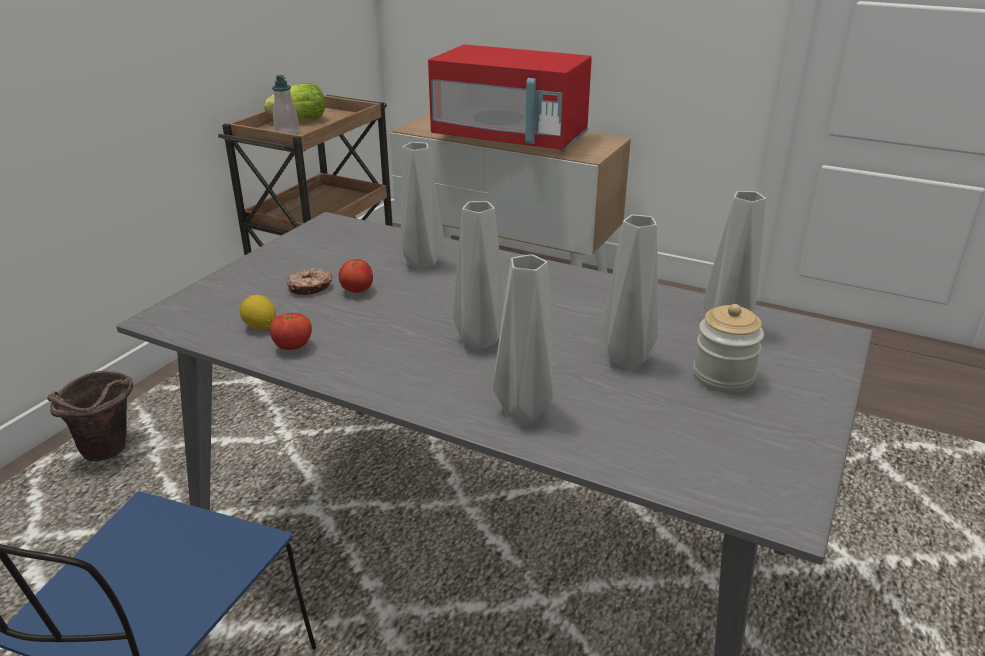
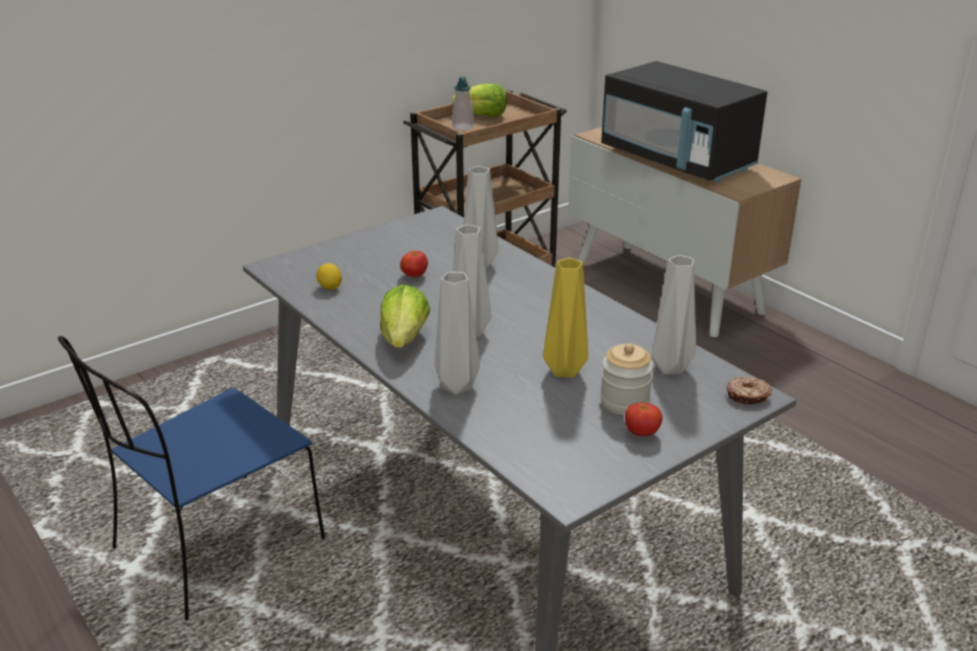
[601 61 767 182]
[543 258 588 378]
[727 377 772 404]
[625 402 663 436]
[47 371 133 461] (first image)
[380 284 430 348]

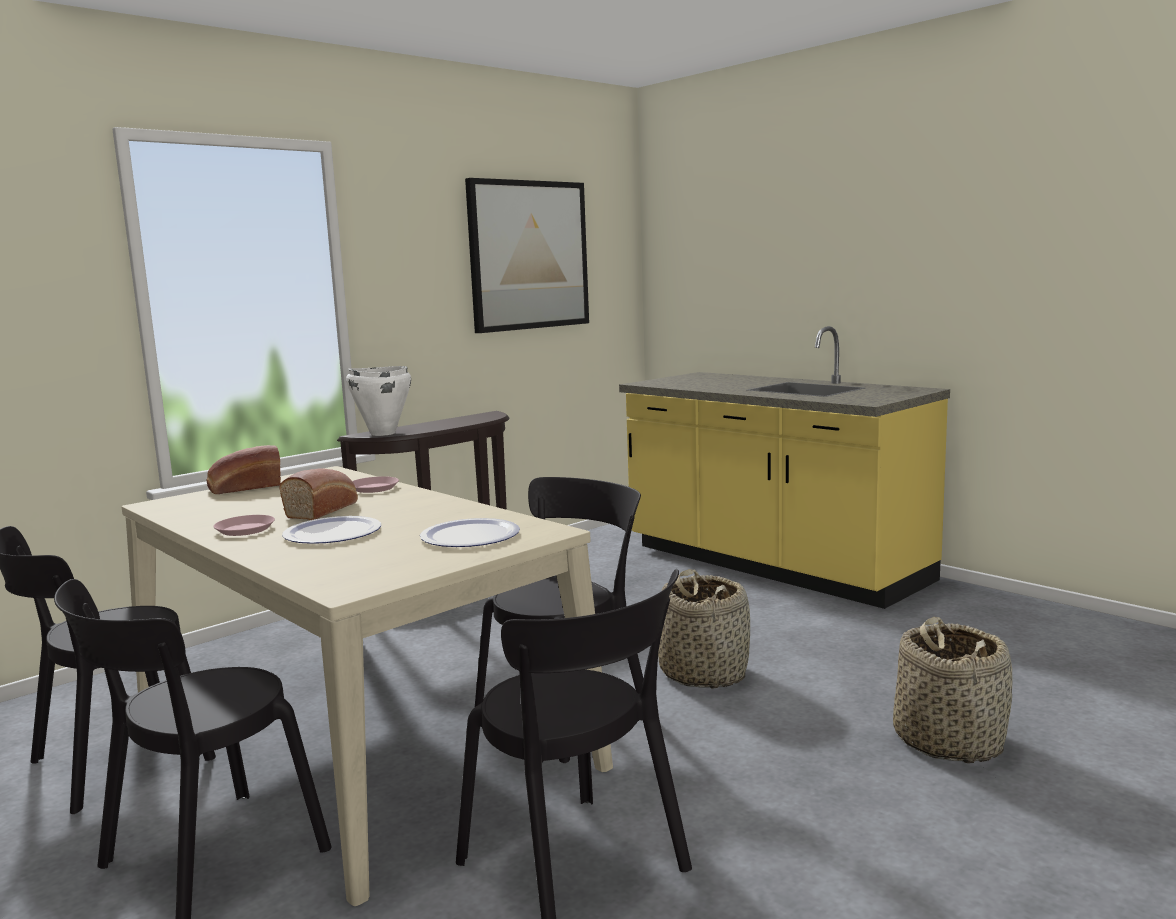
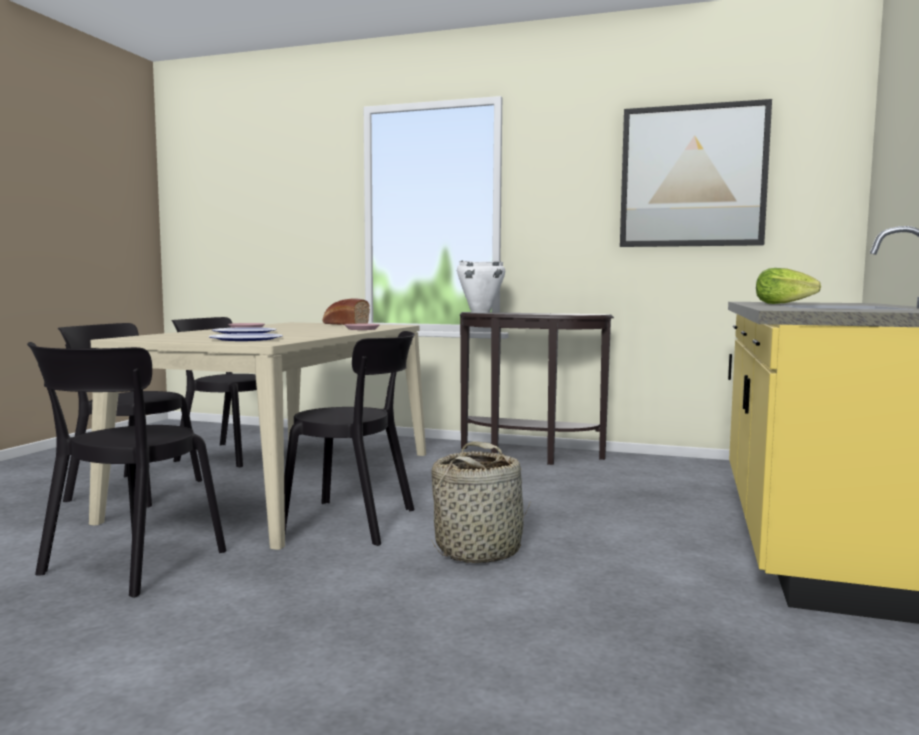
[279 468 358 520] (first image)
[893 616 1013 763] (first image)
[756 268 821 304]

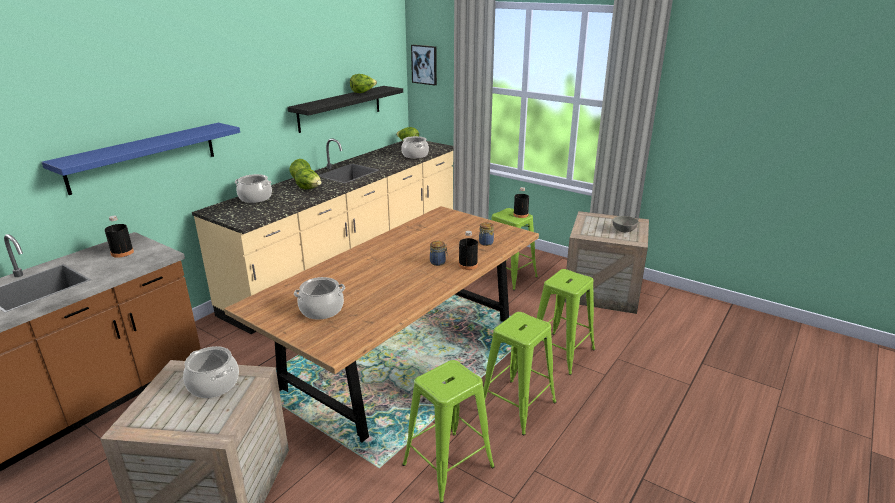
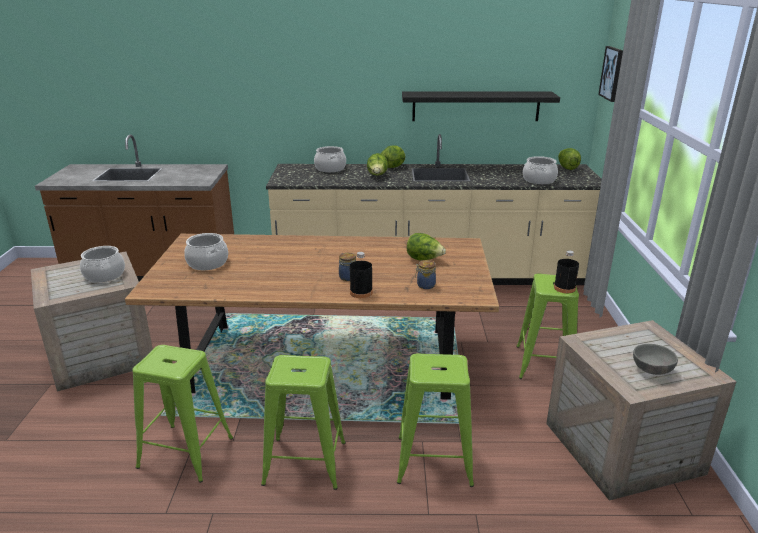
[407 233 446 260]
[42 123 240 195] (first image)
[104 216 134 258] (first image)

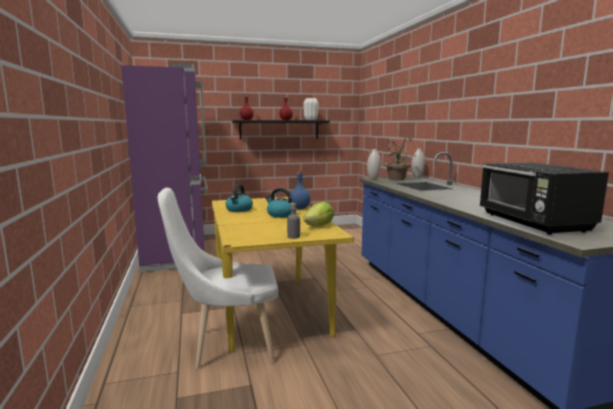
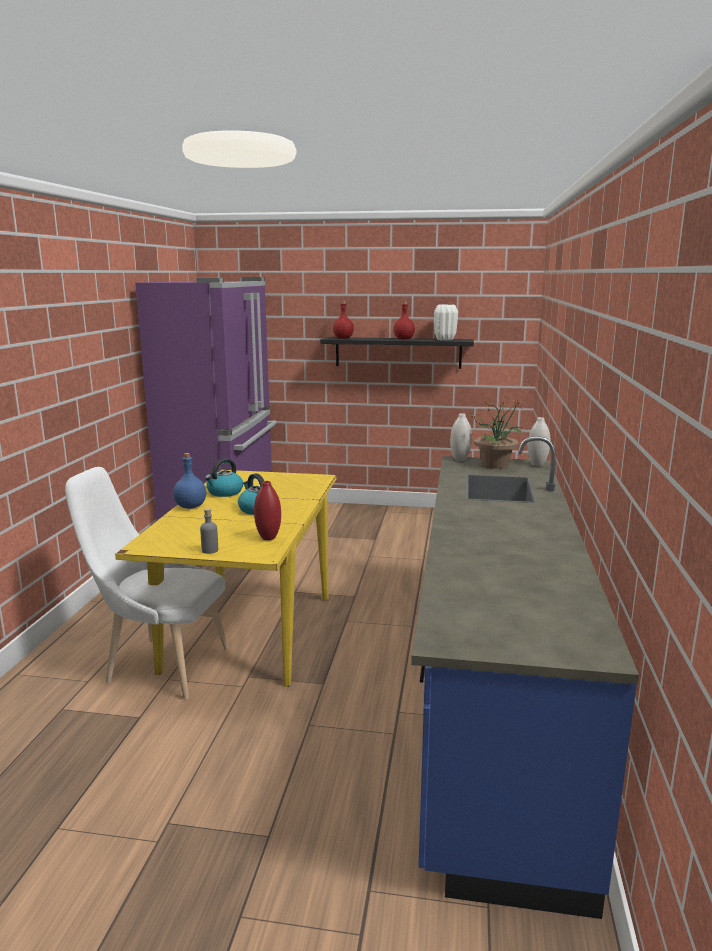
[479 162 609 235] (first image)
[173 453 206 509]
[254 481 281 540]

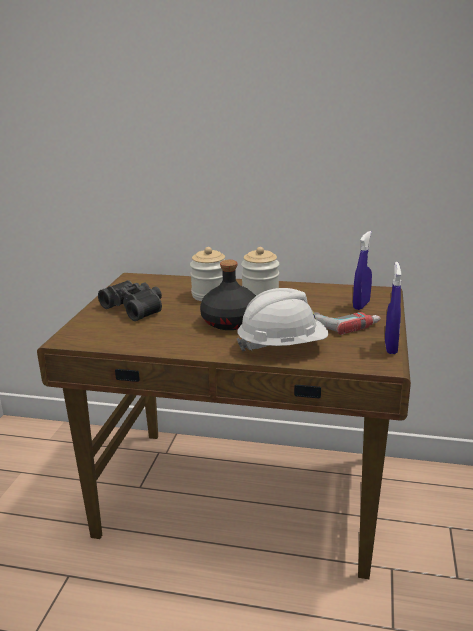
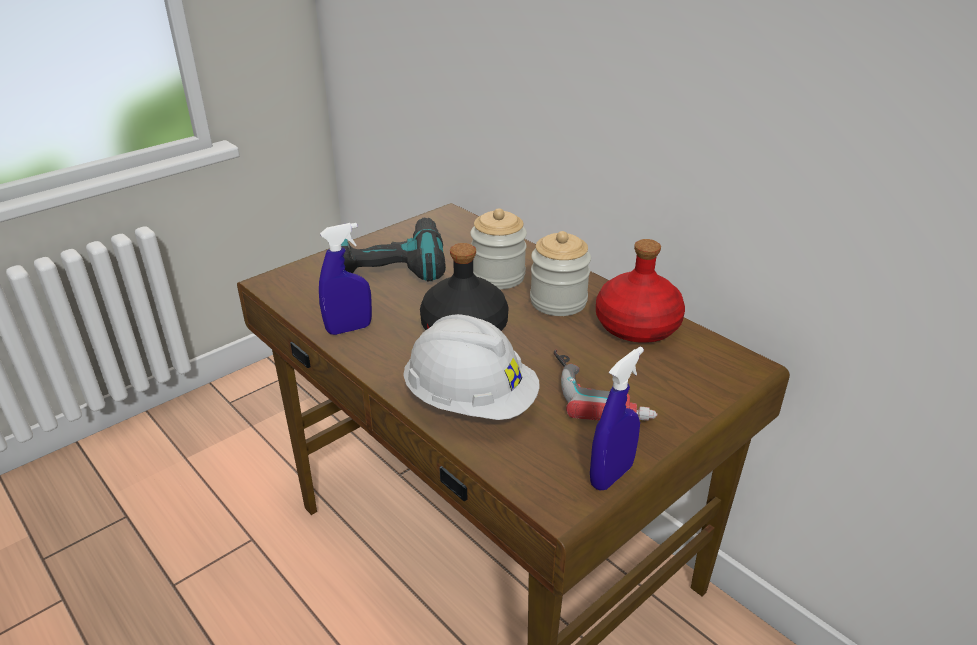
[319 223 372 335]
[341 217 446 282]
[596 239 685 343]

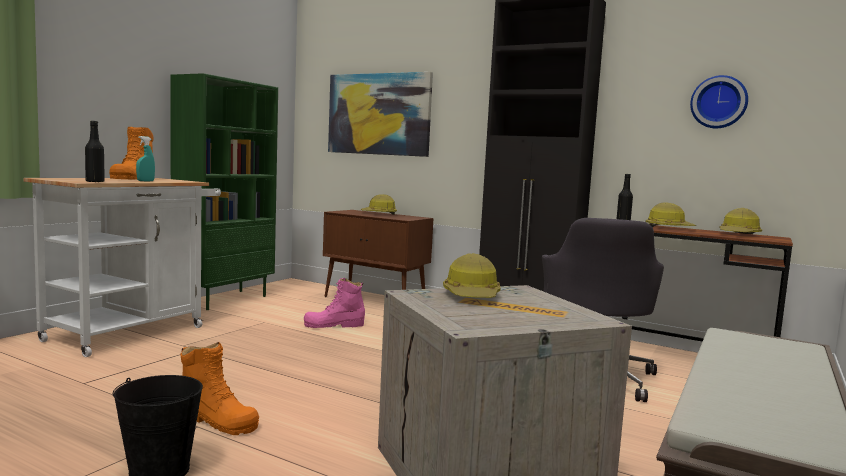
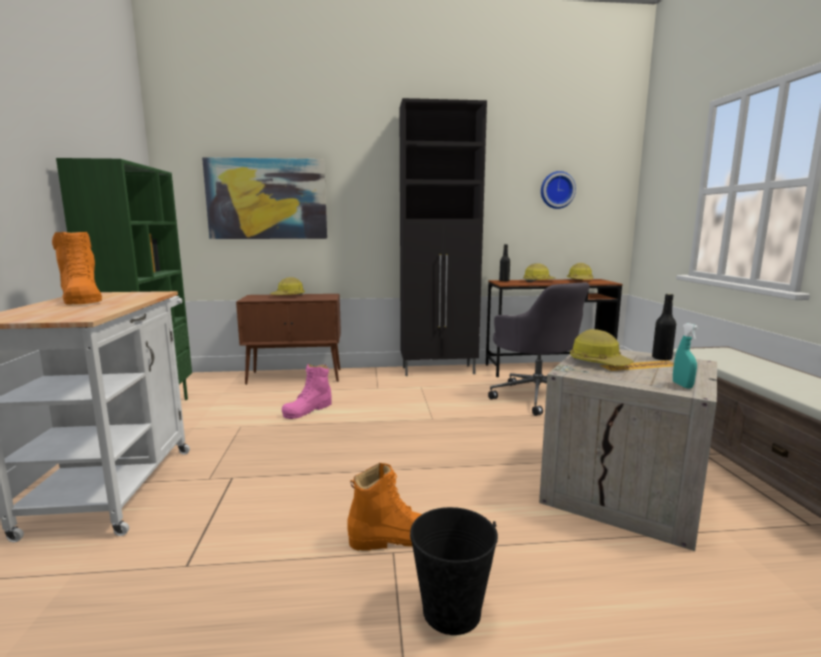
[652 294 676 360]
[673 323 699 388]

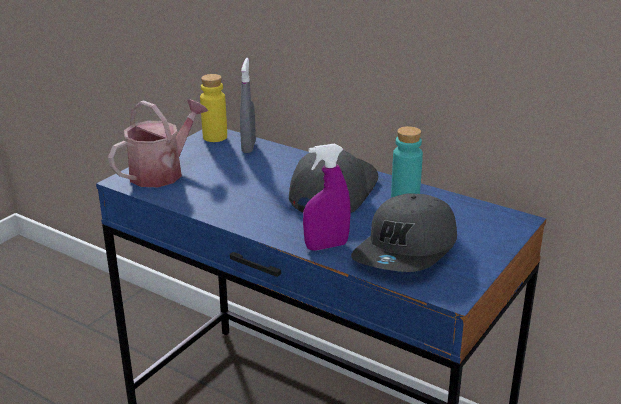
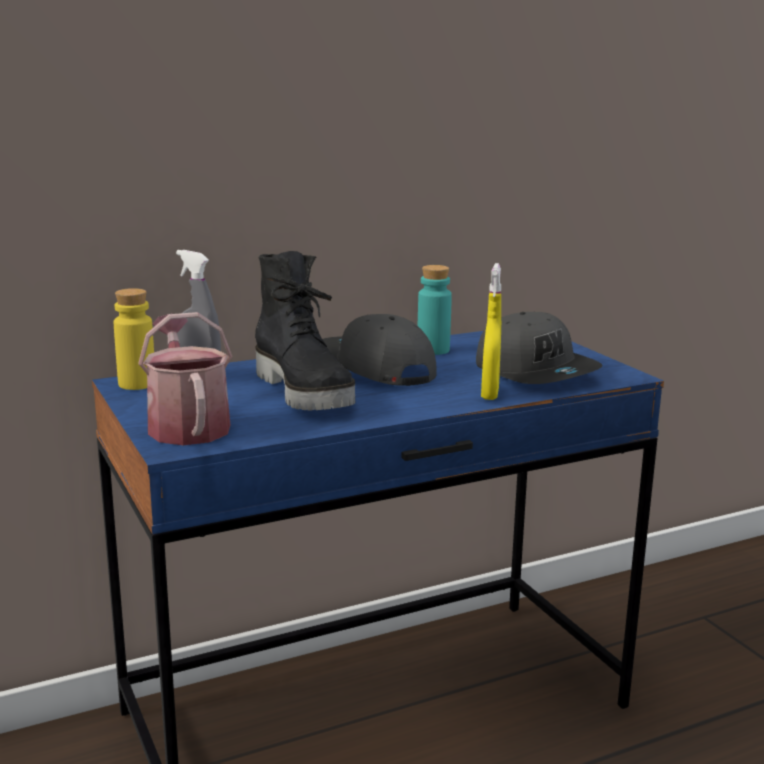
[481 263 501 400]
[255 251 355 410]

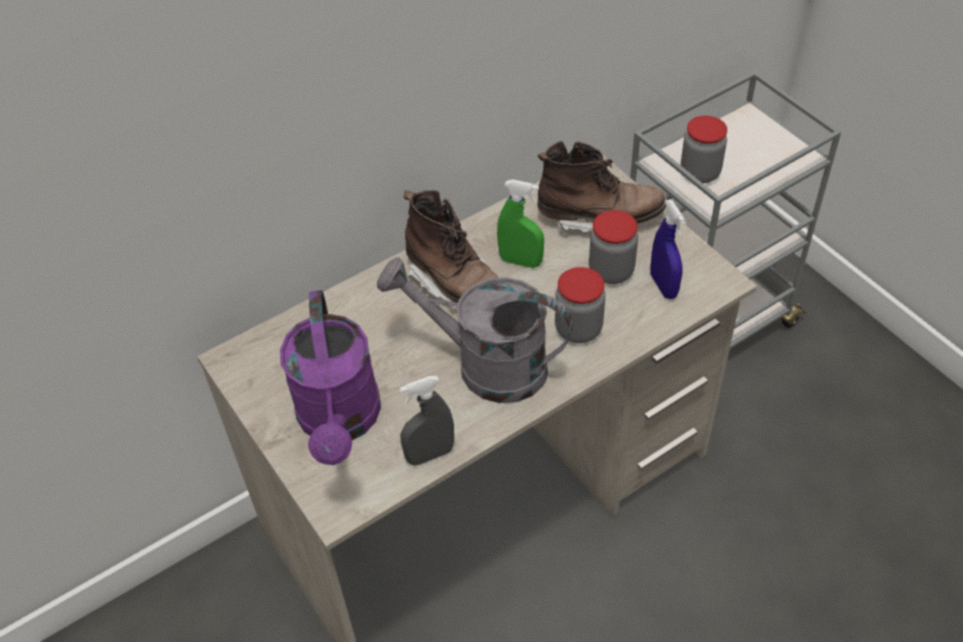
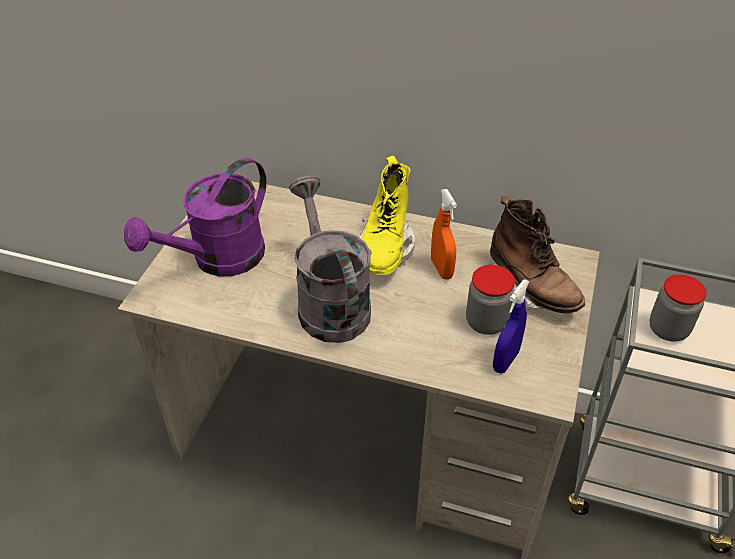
[431 189 457 280]
[359 156 415 275]
[555 267 605 343] (first image)
[400 376 454 465] (first image)

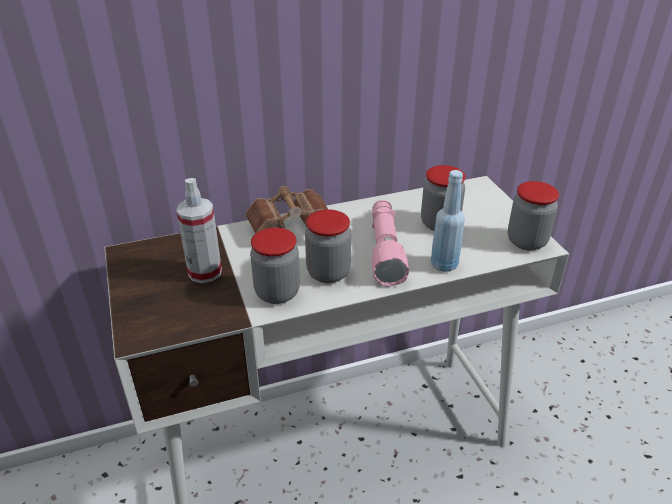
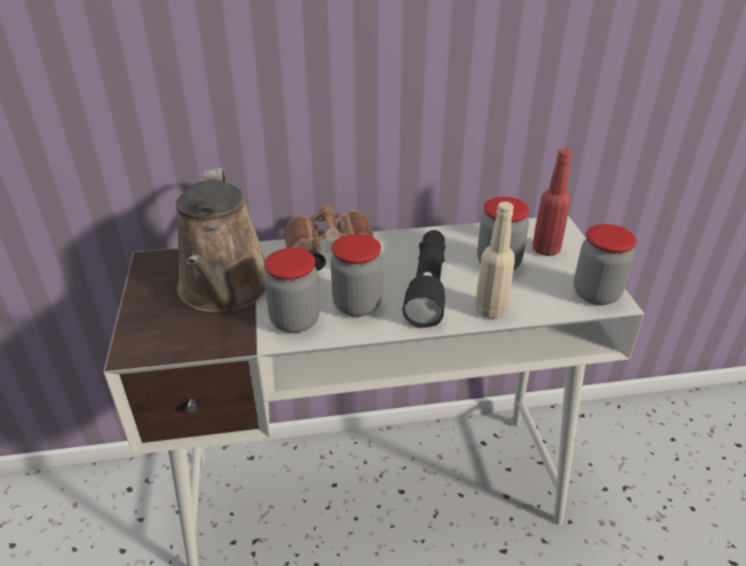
[475 202 515 319]
[176 168 266 313]
[403 230 446 328]
[532 149 572 256]

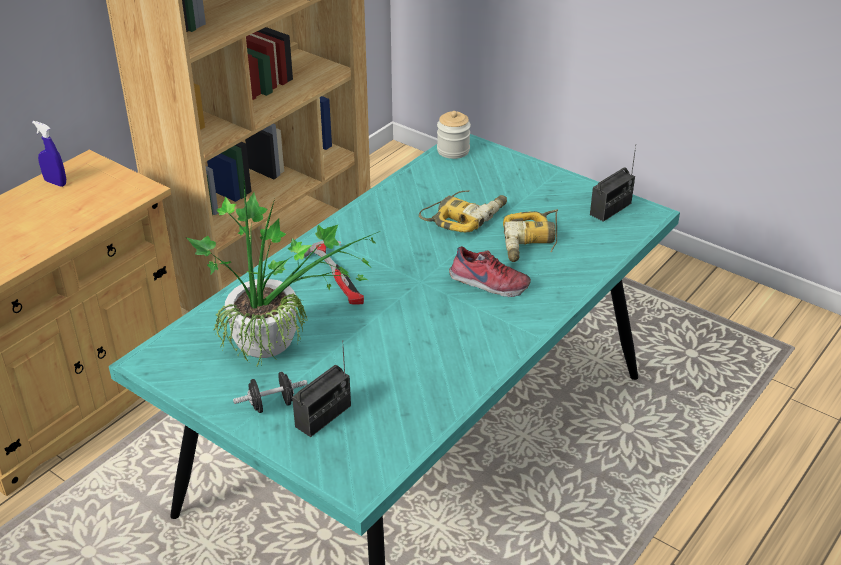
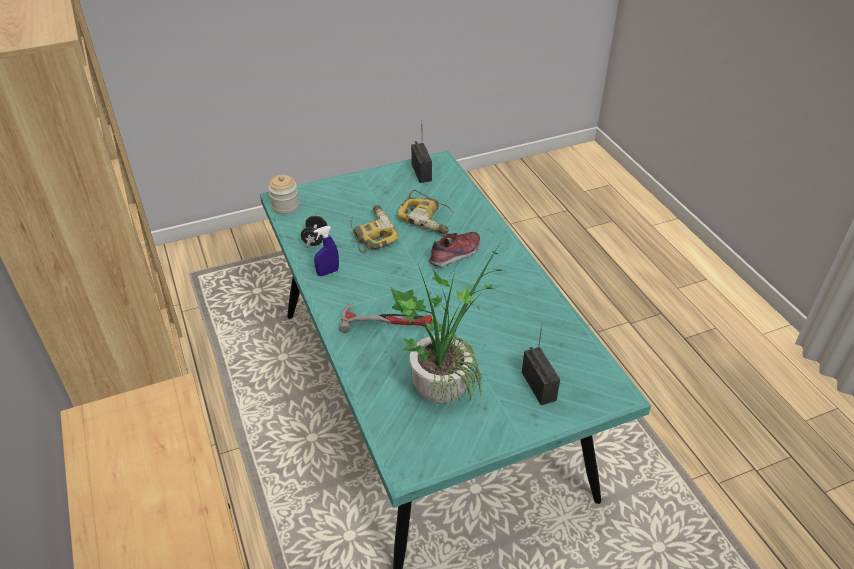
[313 226 339 276]
[301 215 327 247]

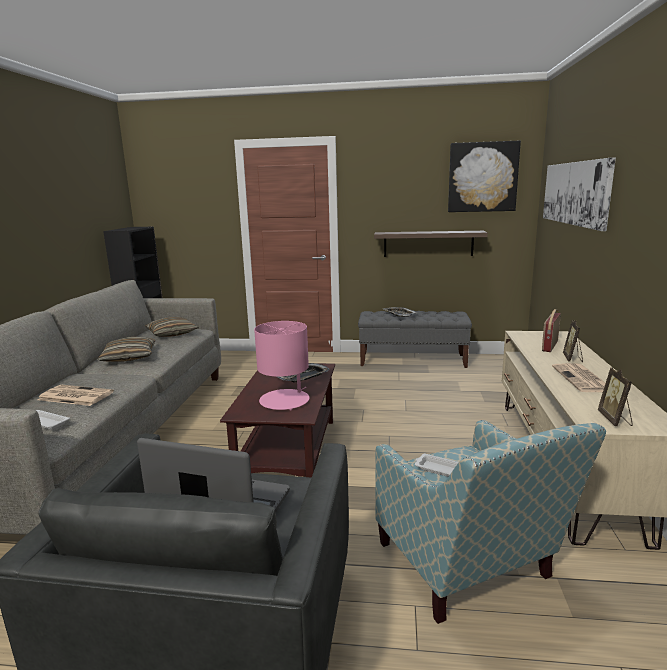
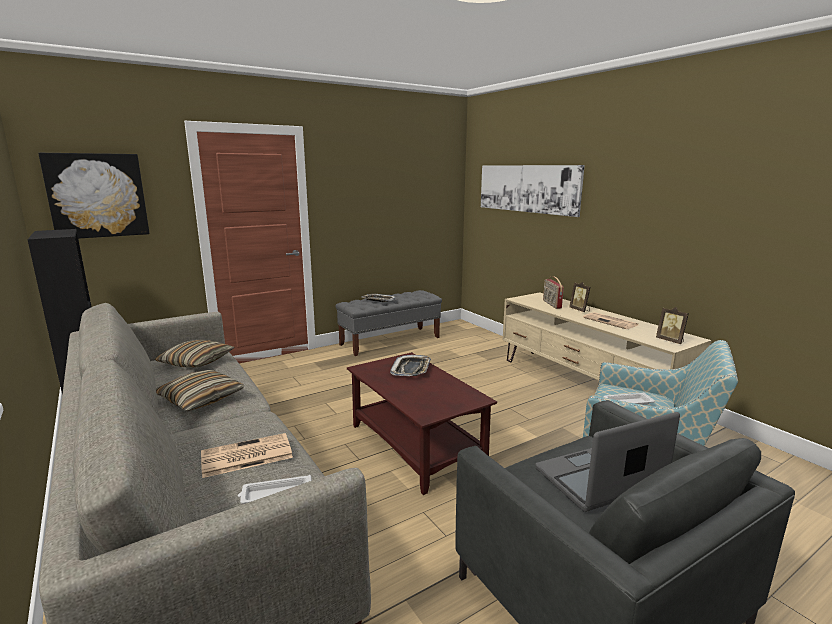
[38 153 150 239]
[374 231 488 257] (first image)
[254 321 310 410] (first image)

